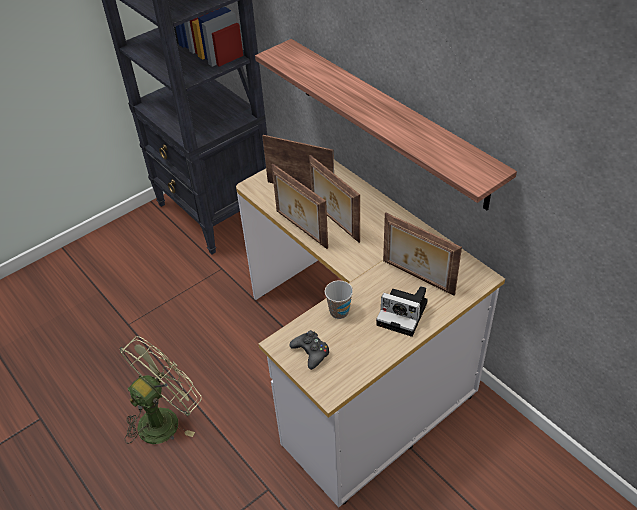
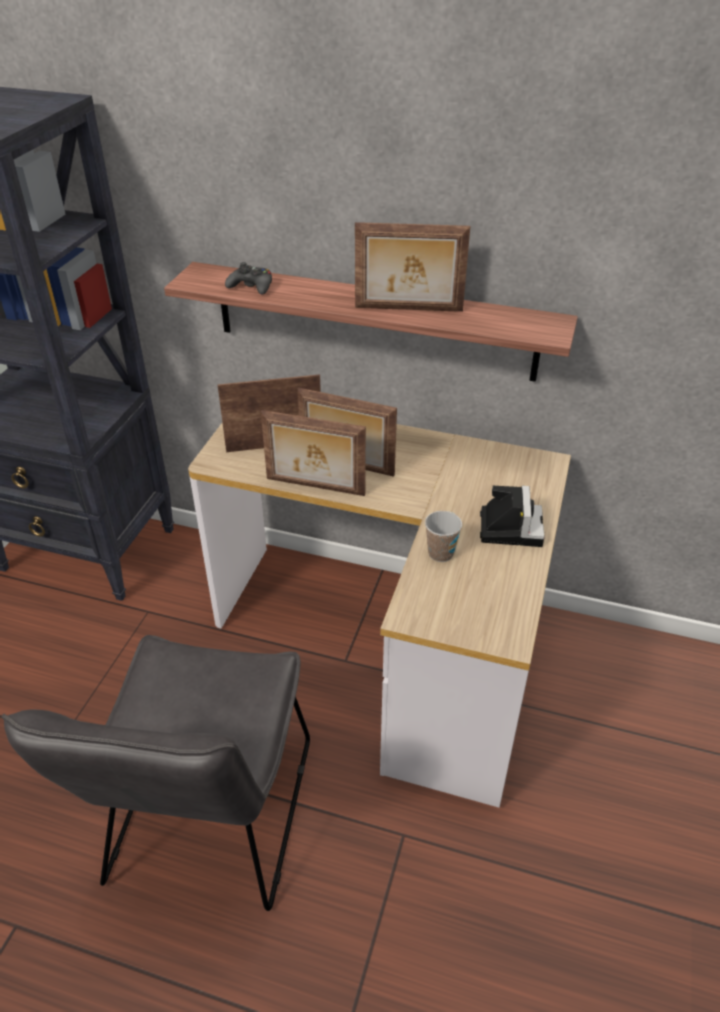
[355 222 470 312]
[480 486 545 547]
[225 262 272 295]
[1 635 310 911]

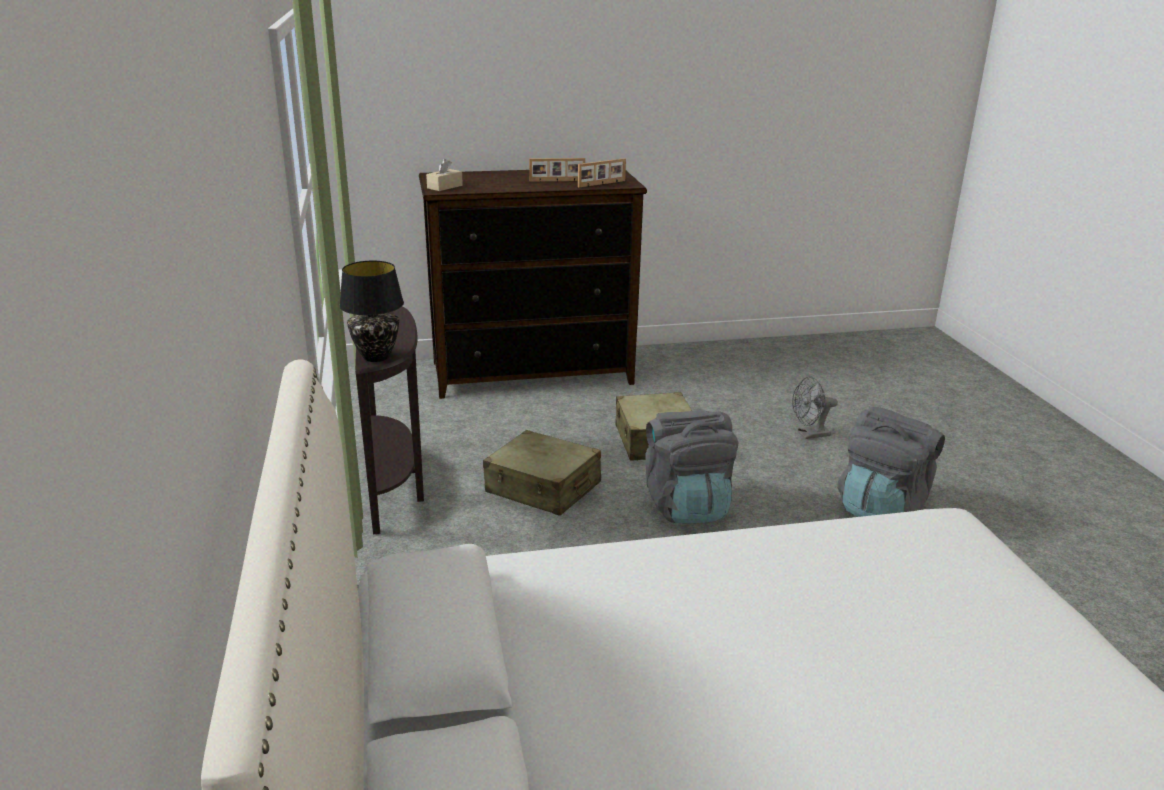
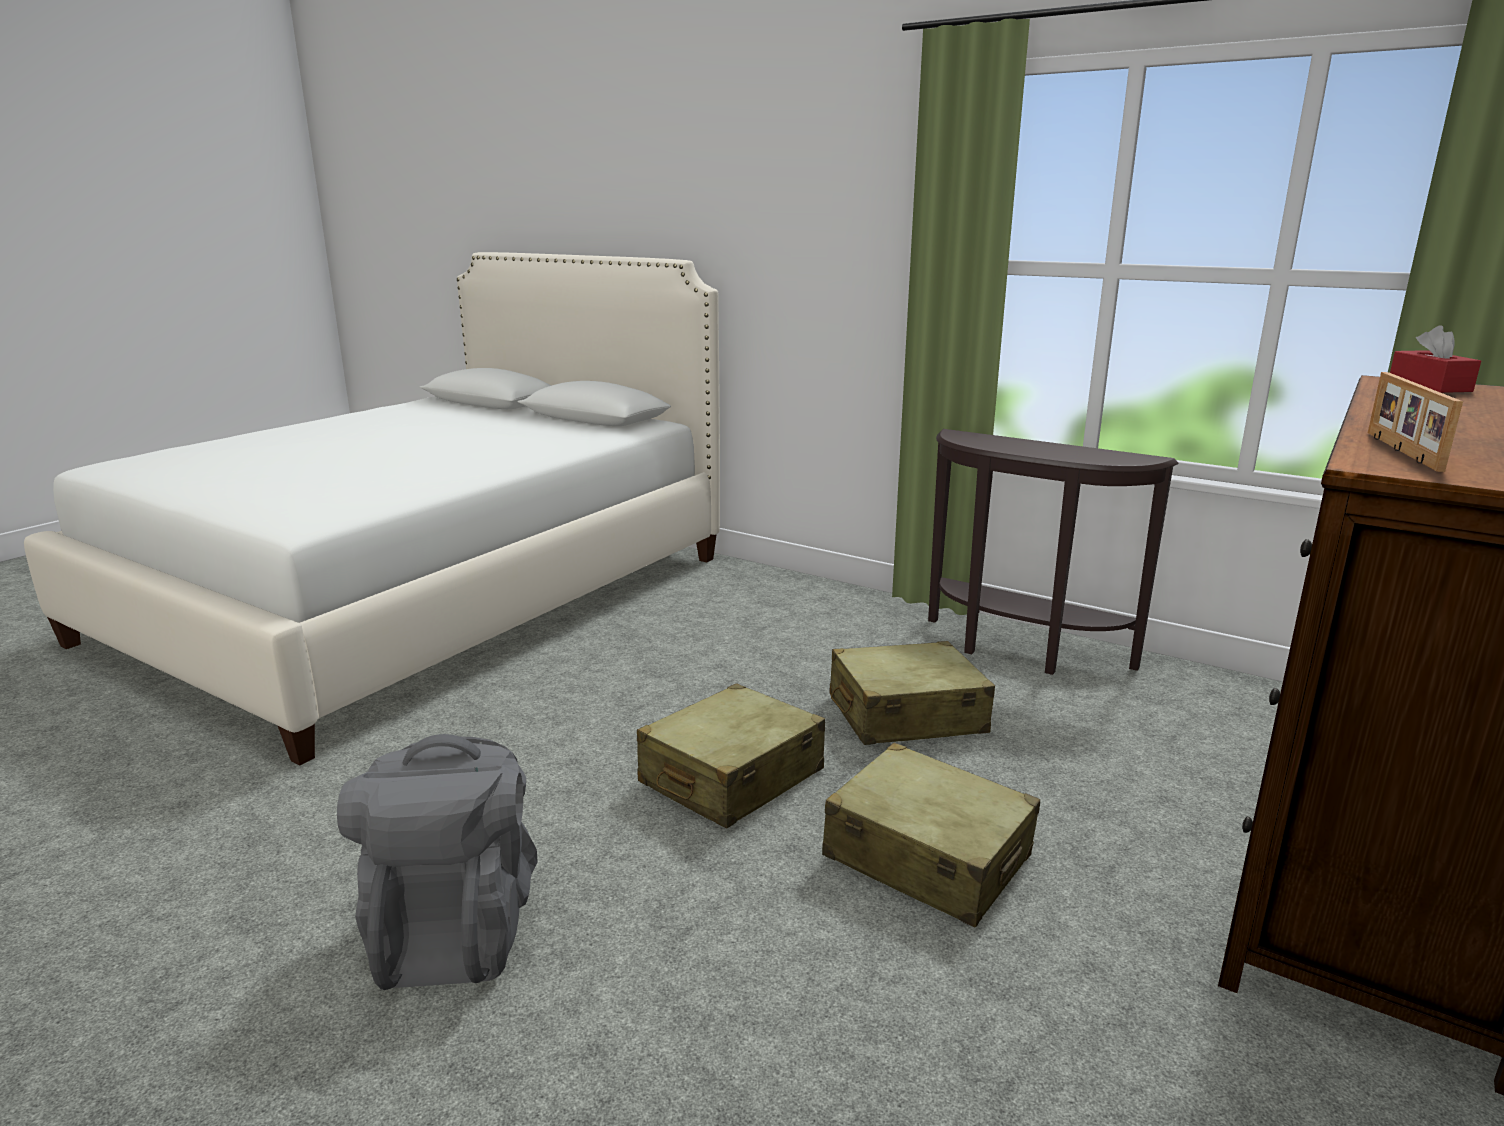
[529 158 585 182] (first image)
[1390 325 1481 393]
[340 261 404 362] (first image)
[792 376 838 439] (first image)
[637 683 825 828]

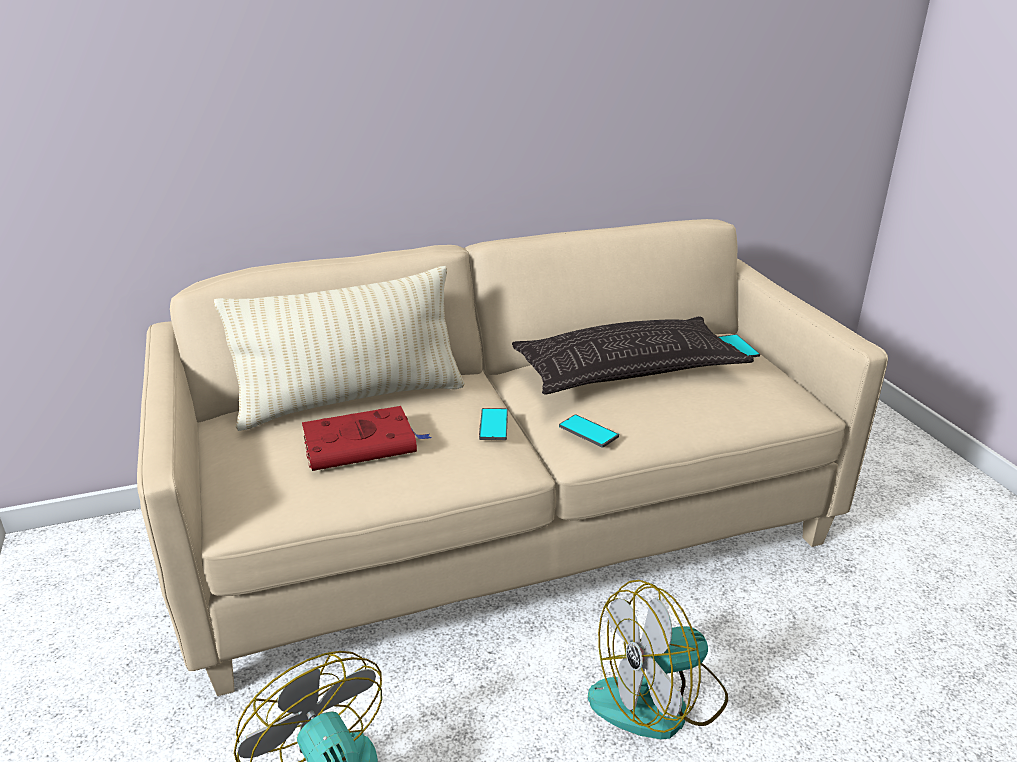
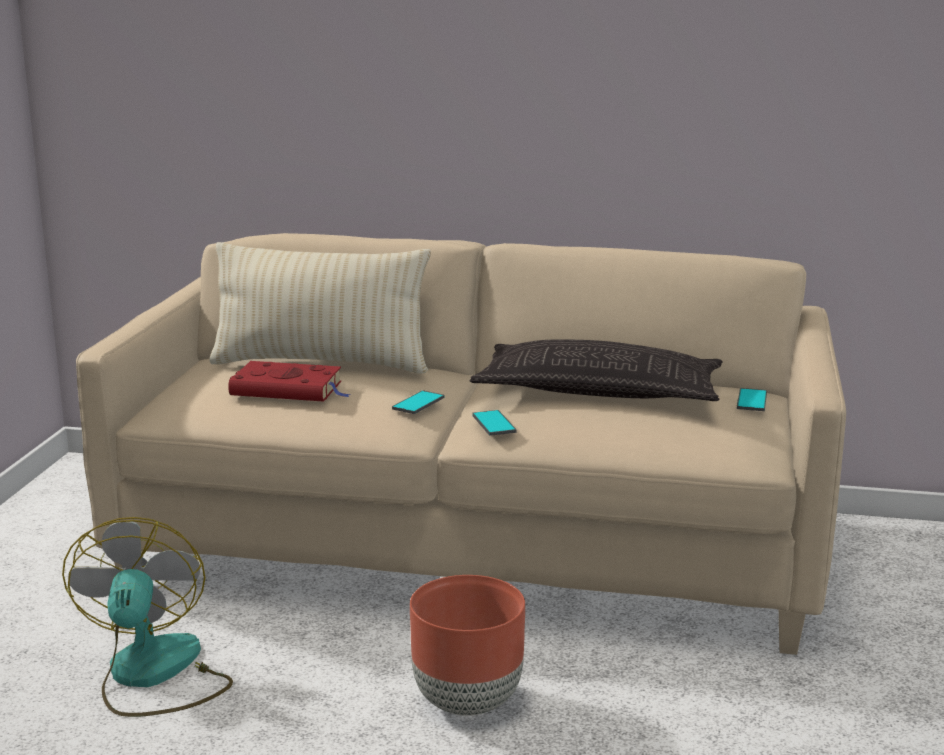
[410 575 525 716]

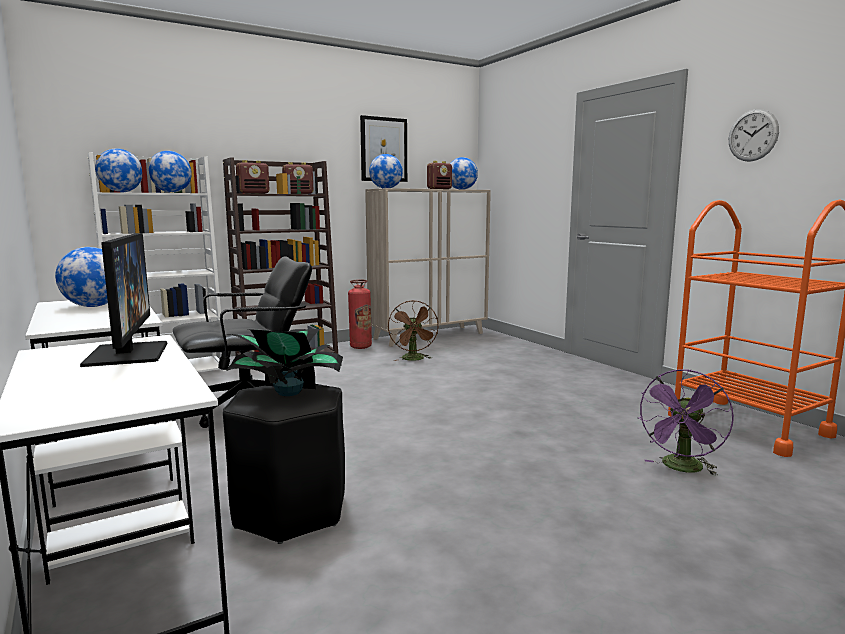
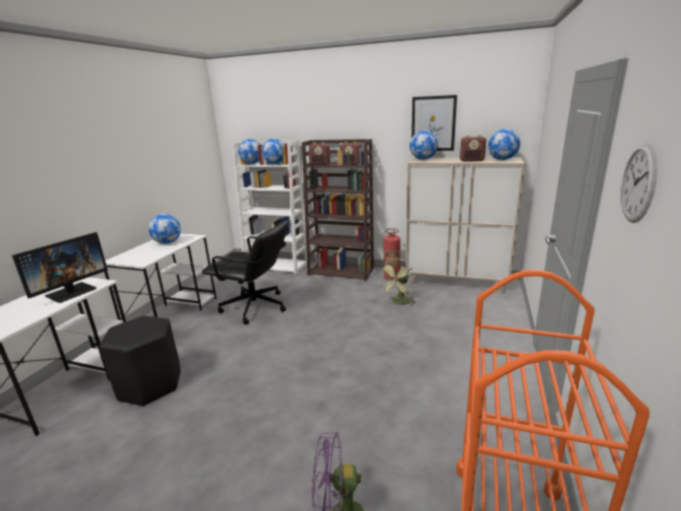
[380 259 416 306]
[226 329 343 396] (first image)

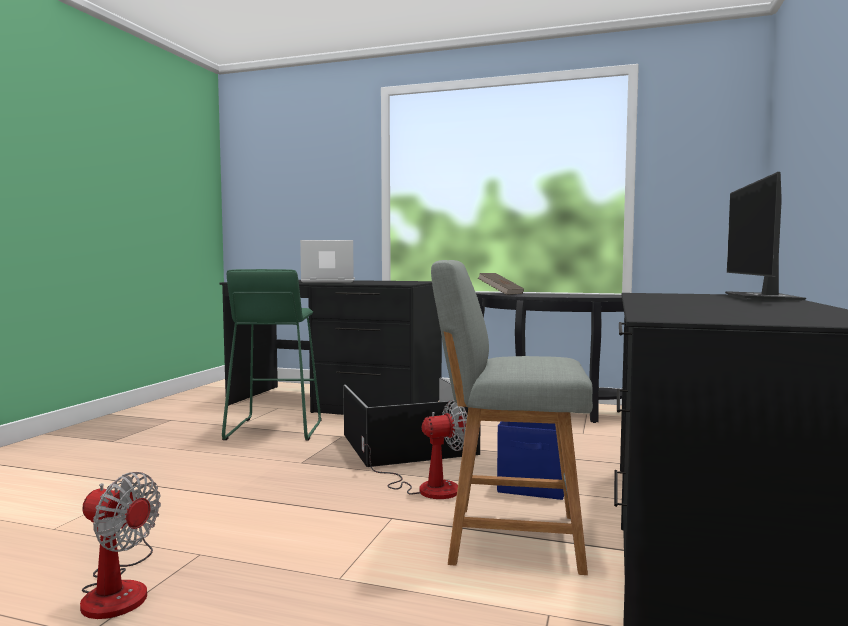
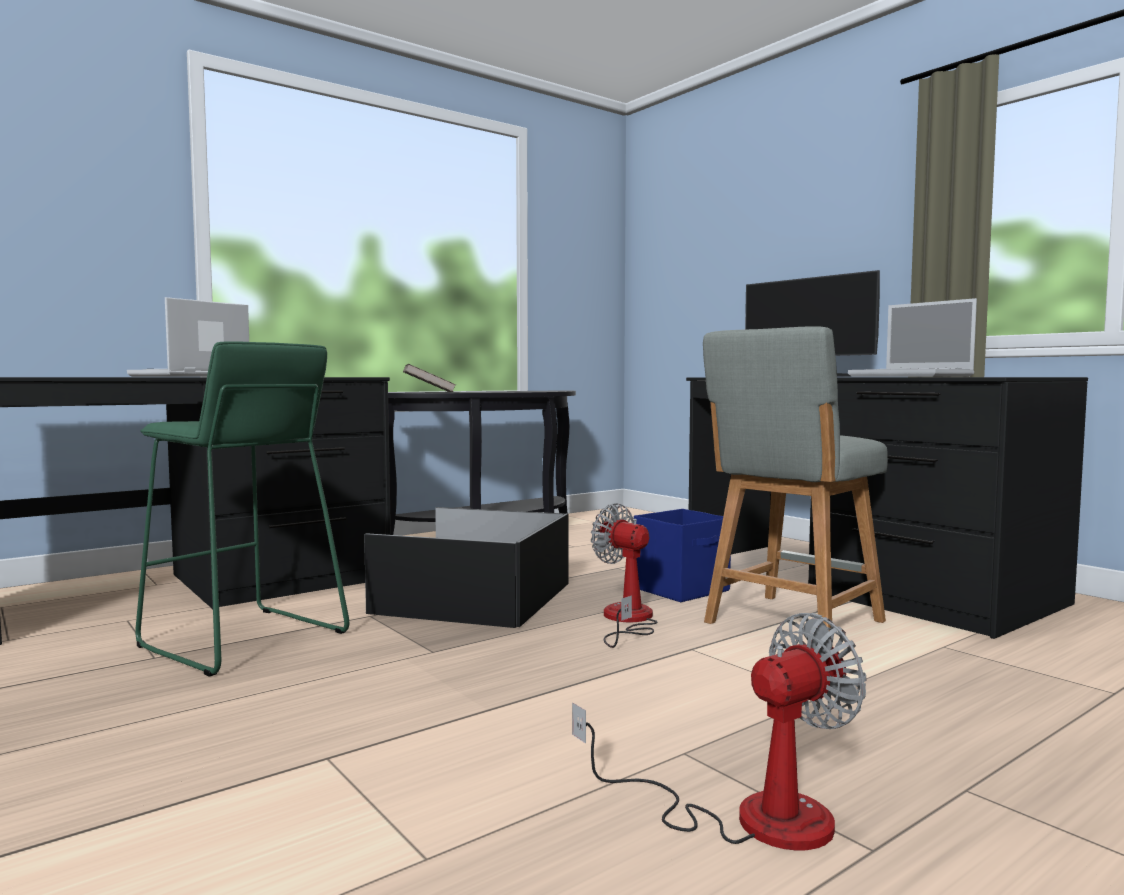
[591 503 658 648]
[848 298 977 377]

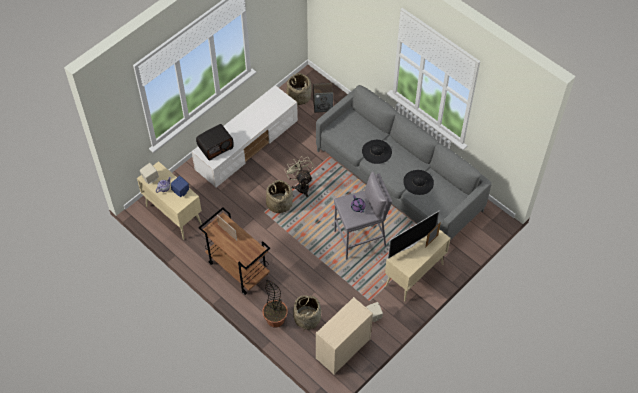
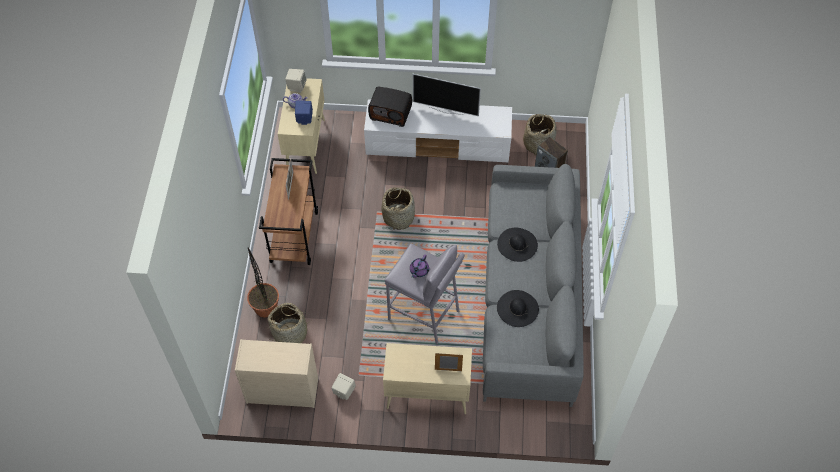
[286 156 313 197] (first image)
[413 74 481 116]

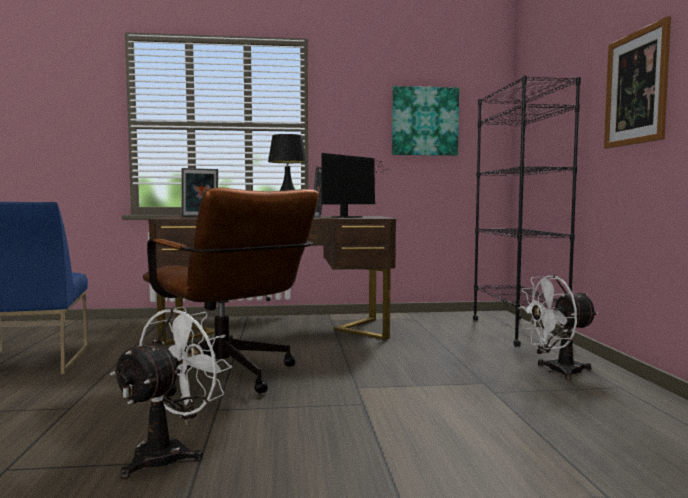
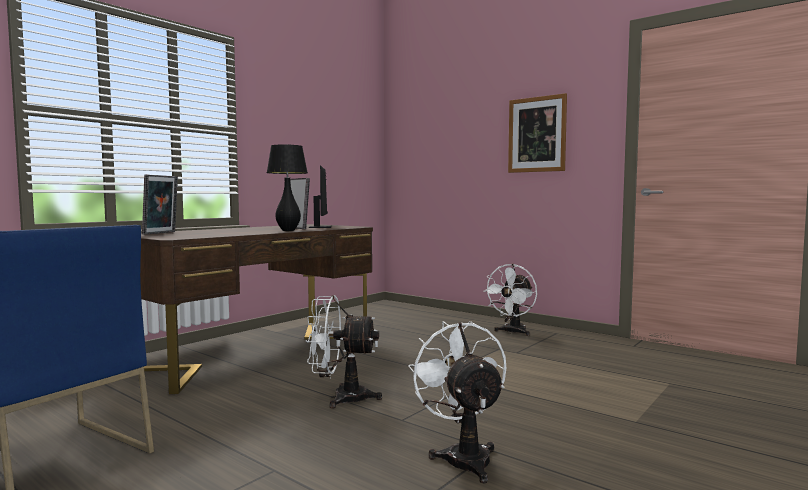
[473 76 581 347] (first image)
[392 86 459 156] (first image)
[306 295 382 409]

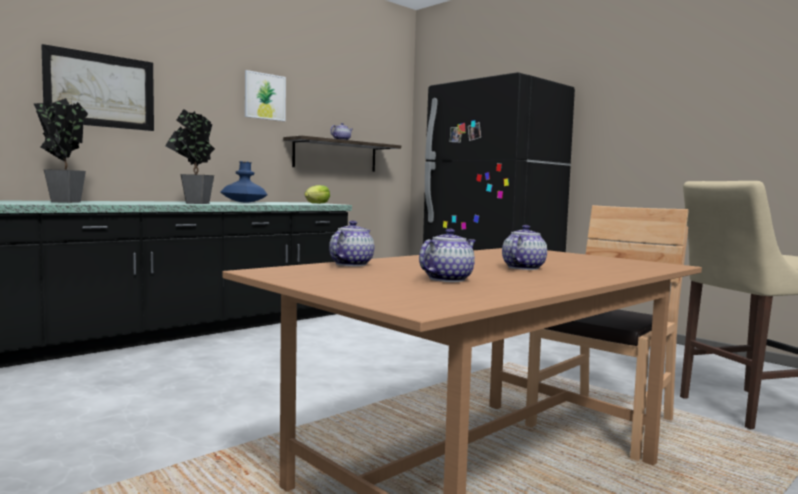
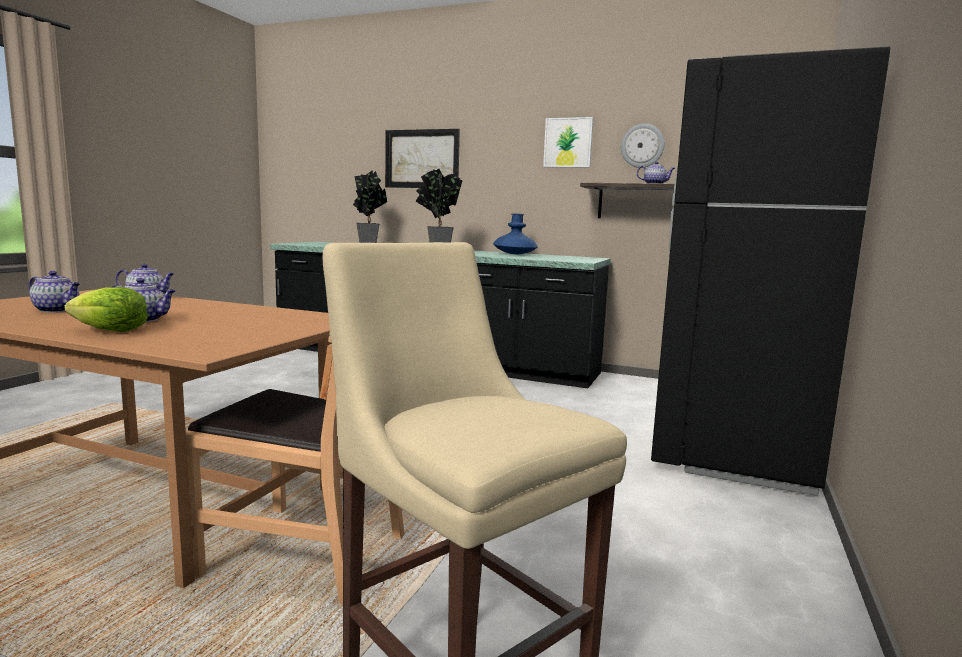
[64 287 148 332]
[621 124 665 168]

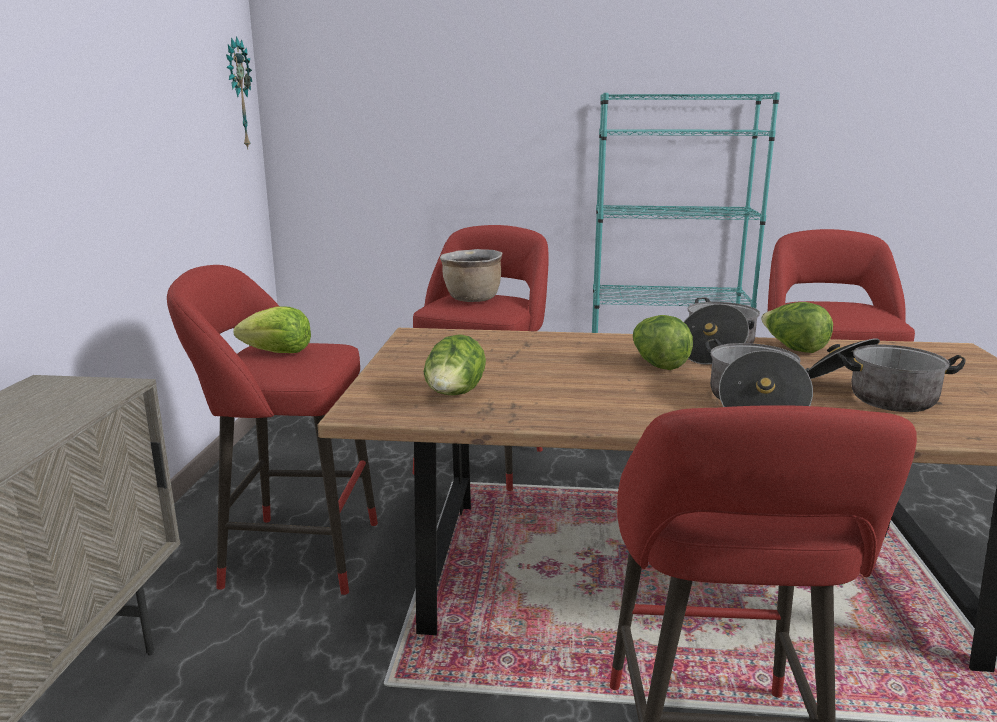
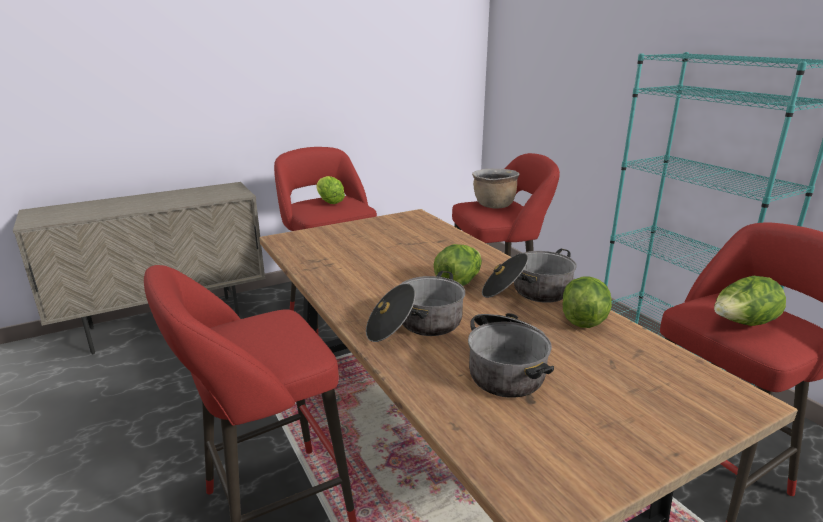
[226 36 252 149] (first image)
[714 276 786 326]

